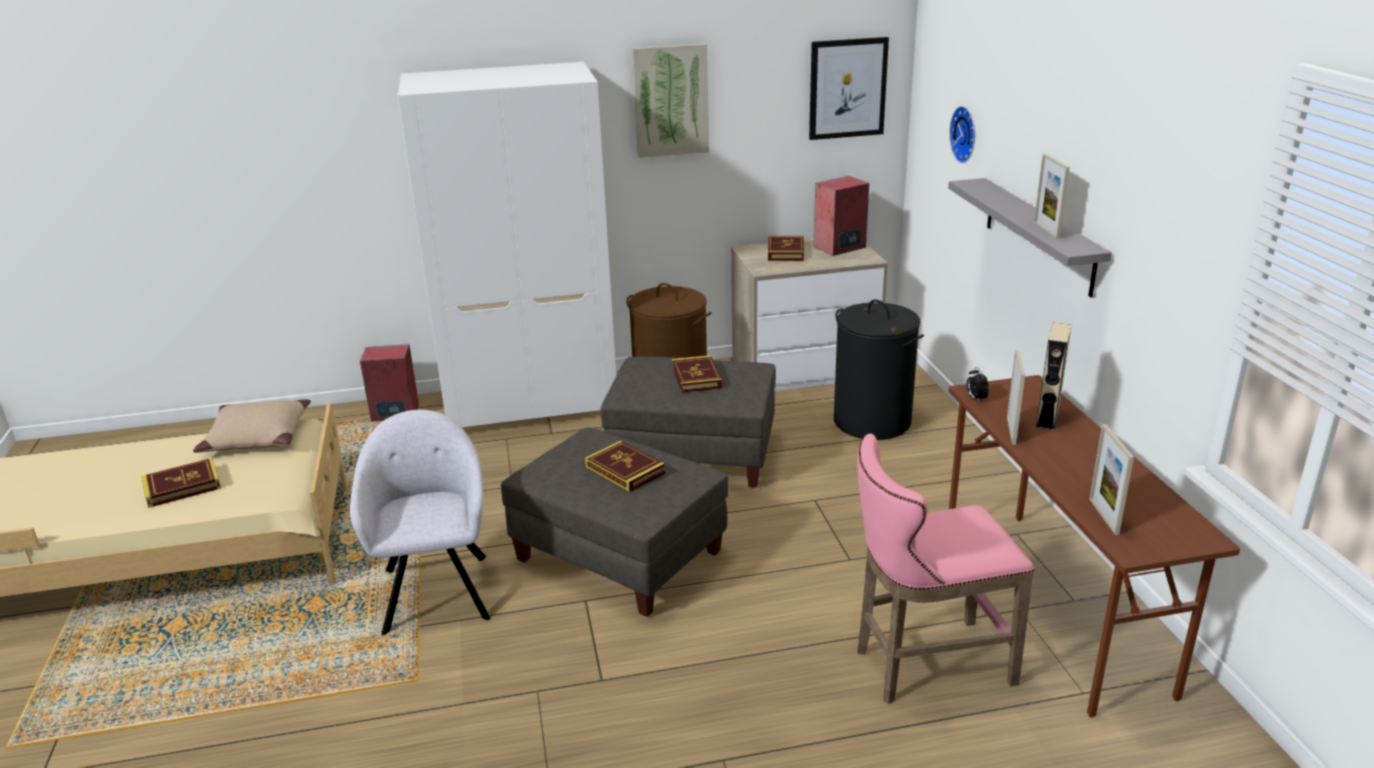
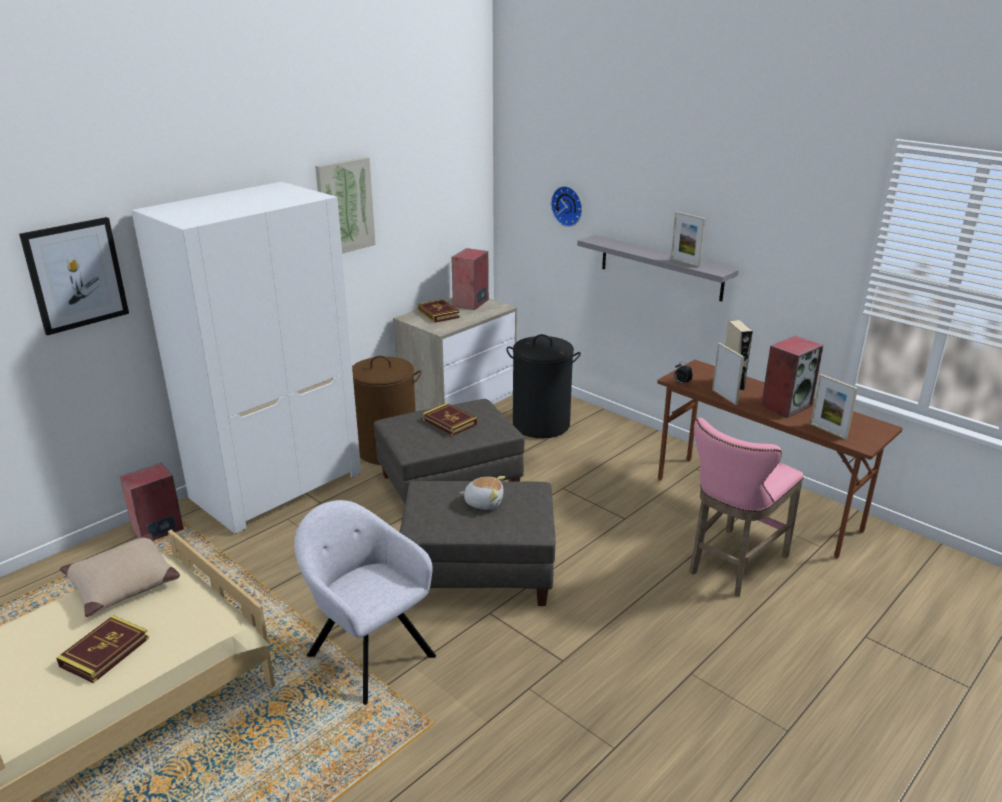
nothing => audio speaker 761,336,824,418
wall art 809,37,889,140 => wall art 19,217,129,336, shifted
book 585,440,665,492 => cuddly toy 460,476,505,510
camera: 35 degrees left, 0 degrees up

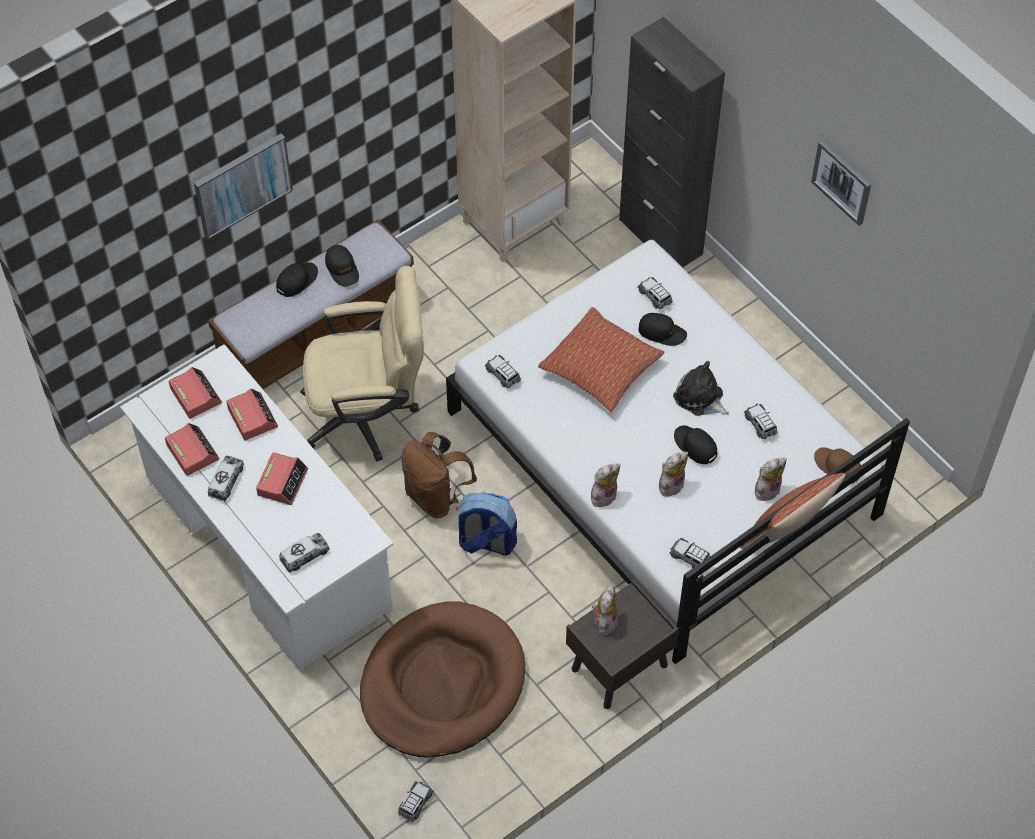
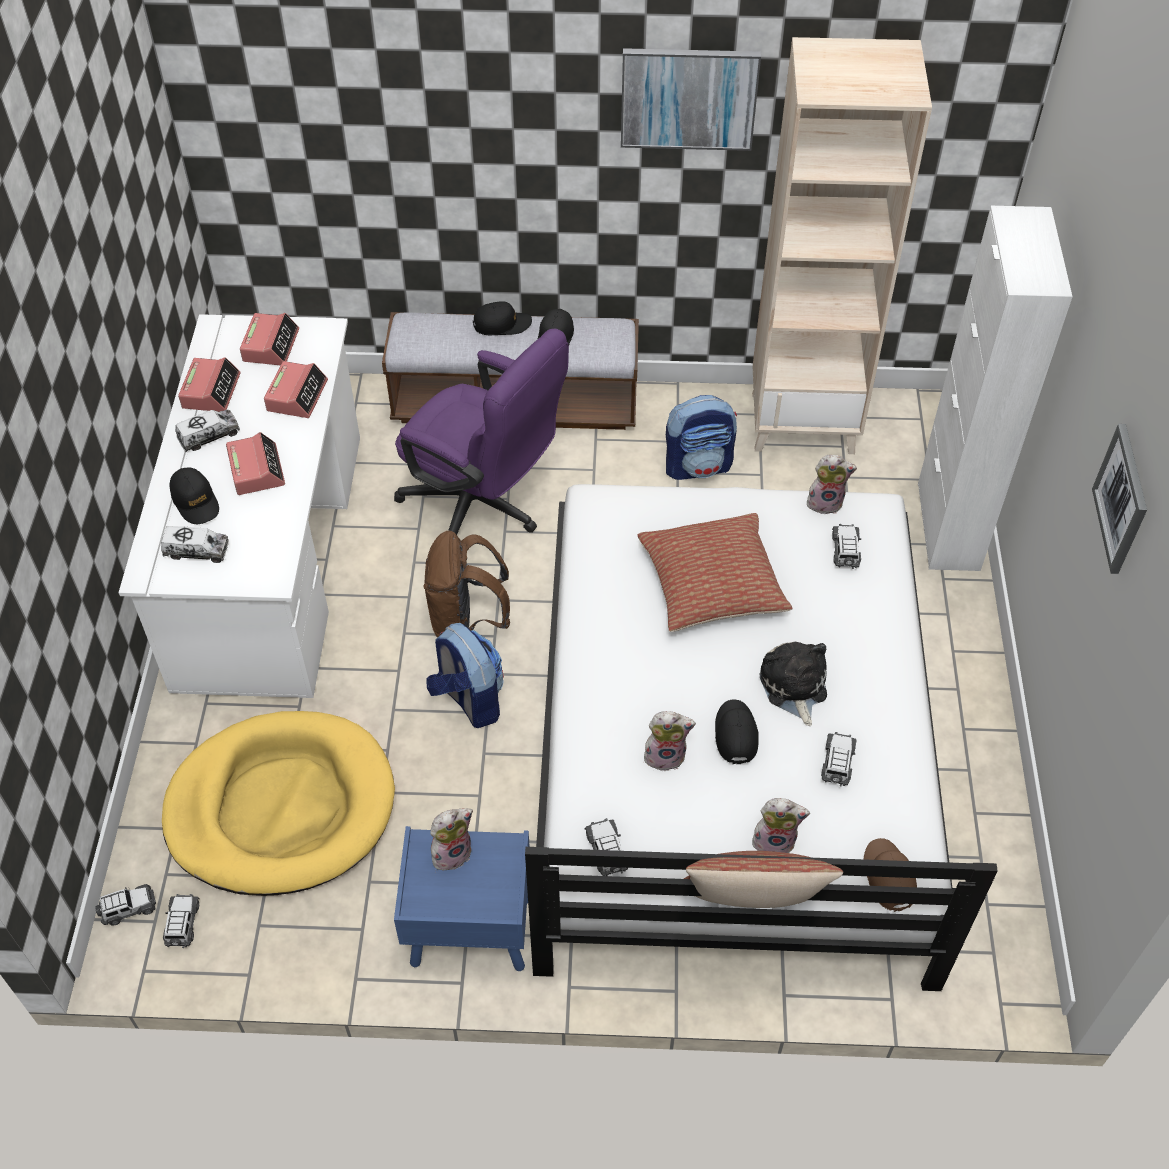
nothing => rucksack 666,395,737,480
wall art 194,133,293,240 => wall art 621,48,761,151, shifted
miniature car 485,355,521,388 => miniature car 163,894,200,948, shifted
cuddly toy 591,463,621,507 => cuddly toy 807,455,857,514, shifted
baseball cap in black 638,313,687,346 => baseball cap in black 170,468,219,524, shifted
office chair in beige-coloured 300,266,424,462 => office chair in purple 394,329,569,535
pet bed in brown-coloured 360,601,525,758 => pet bed in yellow 162,711,395,896
nightstand in brown-coloured 566,579,679,709 => nightstand in blue-coloured 394,826,530,971
cabinet in black 619,17,725,267 => cabinet in white-coloured 918,206,1073,571
alarm clock 256,452,308,505 => alarm clock 226,432,285,495, 75 degrees counterclockwise
camera: 40 degrees right, 5 degrees down

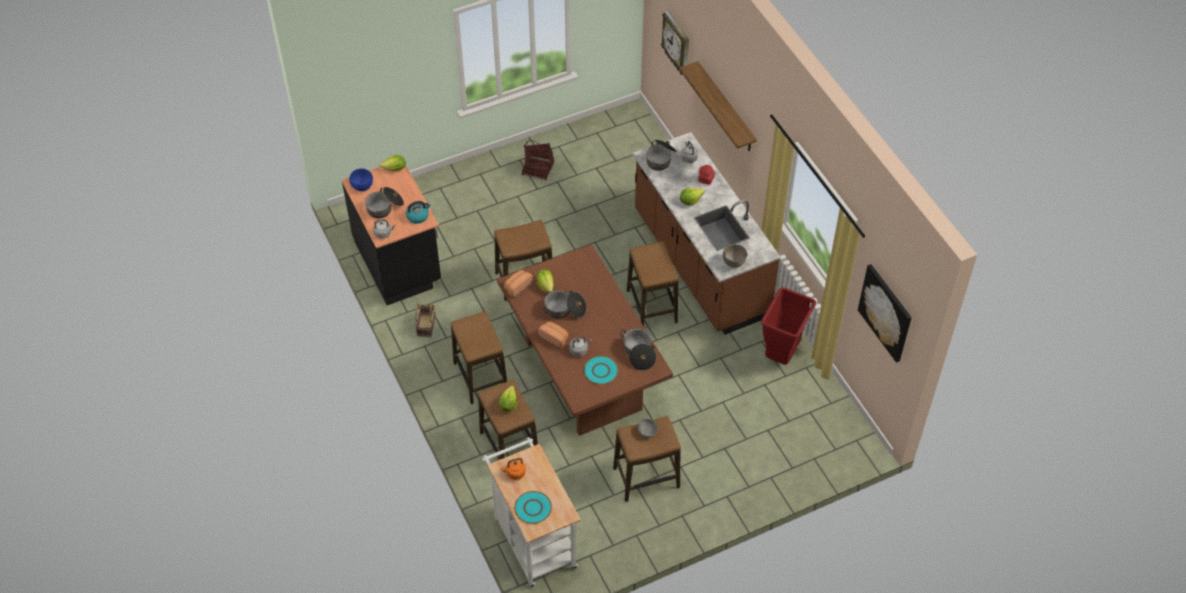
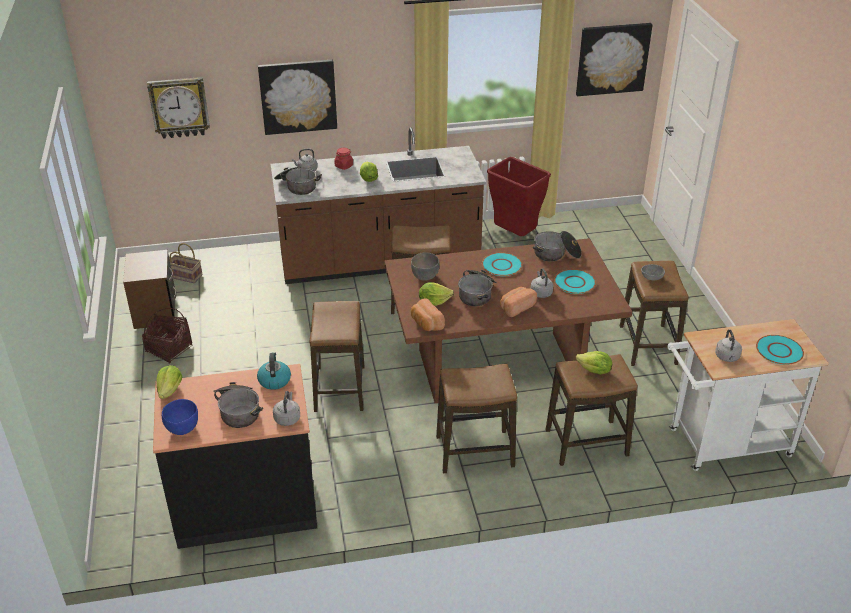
nothing => nightstand in brown-coloured 123,250,177,329
nothing => flat dish in turquoise 482,253,522,276
basket 415,303,436,337 => basket 169,243,203,283, shifted
bowl in greyish 723,244,747,268 => bowl in greyish 411,252,440,281, shifted
wall shelf 679,61,757,151 => wall art 258,60,337,135
kettle in orange 500,458,526,480 => kettle in greyish 715,329,742,362
camera: 75 degrees left, 15 degrees down

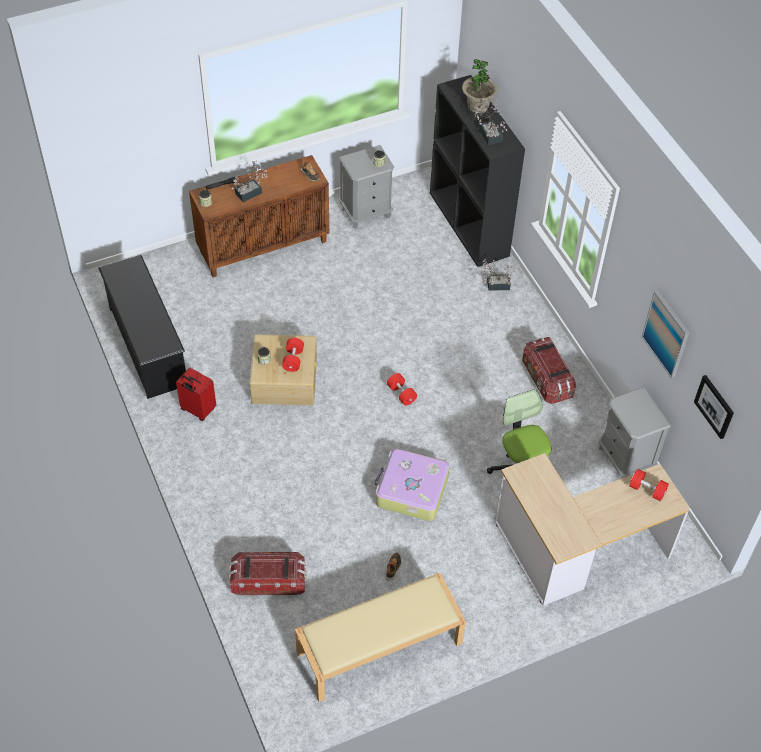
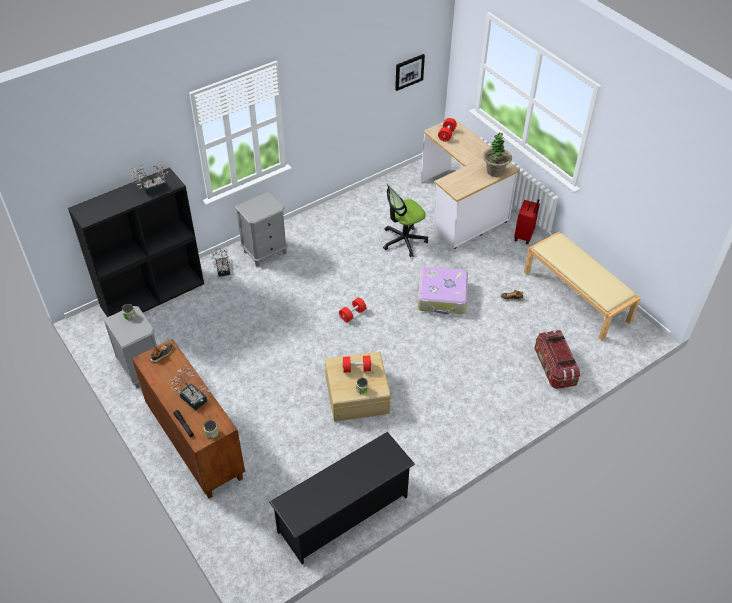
storage container 522,337,576,404 => nothing
wall art 642,291,690,378 => nothing
suitcase in red 176,367,216,421 => suitcase in red 514,199,540,245, shifted
houseplant 462,59,498,113 => houseplant 483,132,512,177, shifted
nightstand in greyish 598,387,671,479 => nightstand in greyish 235,192,288,267, shifted
camera: 100 degrees left, 5 degrees down

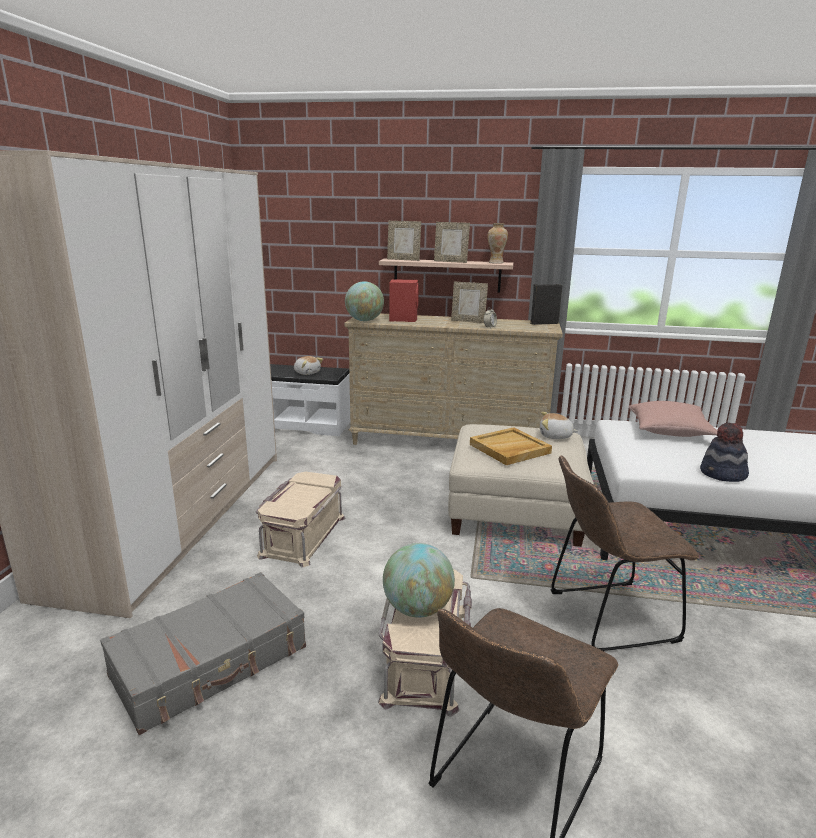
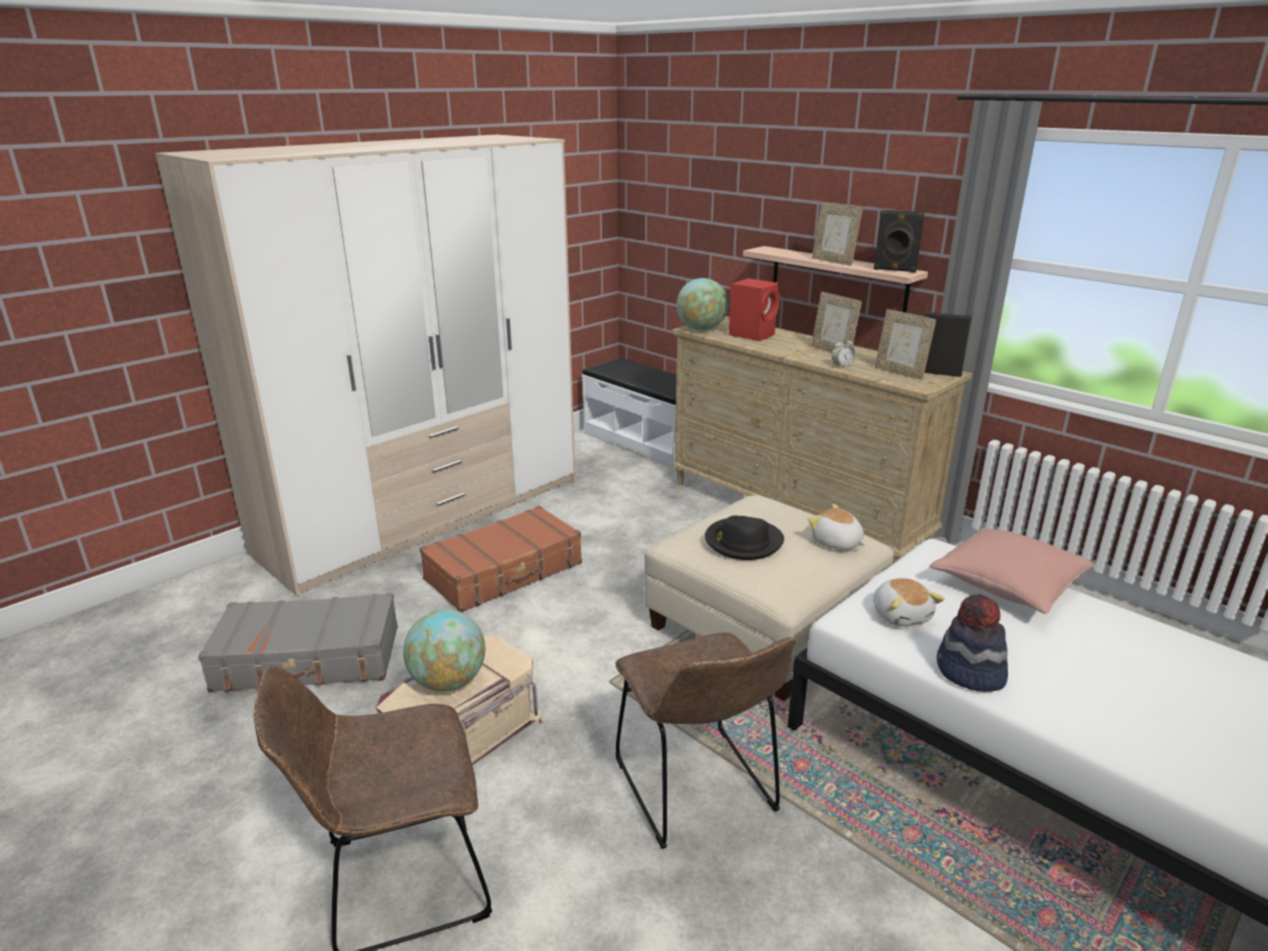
cuddly toy 294,356,323,375 => cuddly toy 873,578,945,627, shifted
standing frame 387,221,421,261 => standing frame 875,309,936,380, shifted
storage container in beige-coloured 256,472,345,567 => suitcase in brown-coloured 419,506,582,612
serving tray in beige-coloured 470,427,552,465 => hat in black 705,515,784,560
vase 487,223,508,264 => audio speaker in black 873,210,925,273
chair in brown-coloured 550,455,699,651 => chair in brown-coloured 615,632,795,849, 135 degrees counterclockwise
camera: 35 degrees right, 5 degrees up

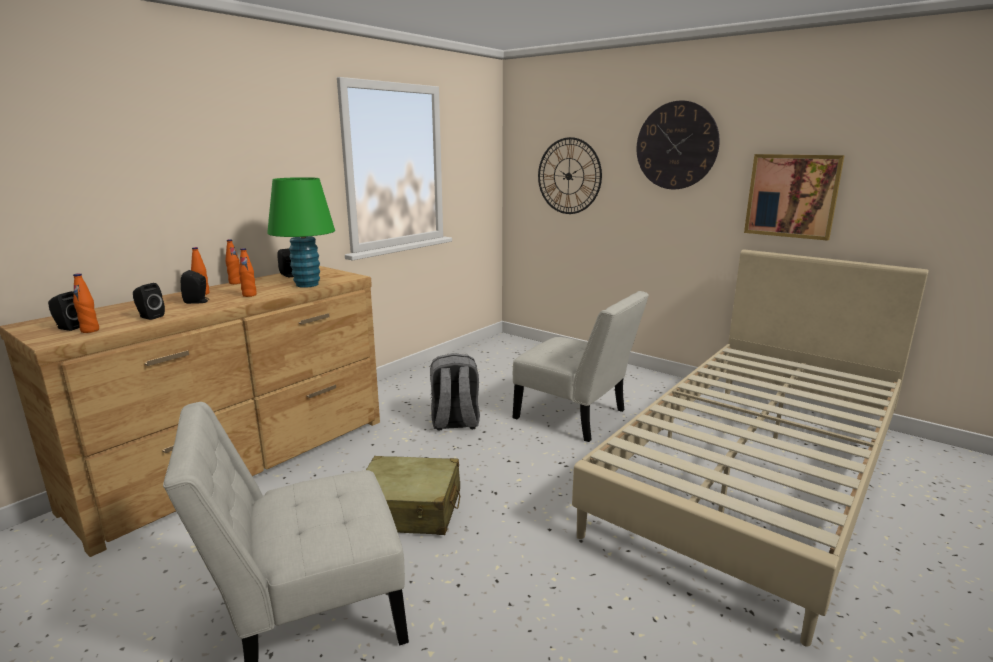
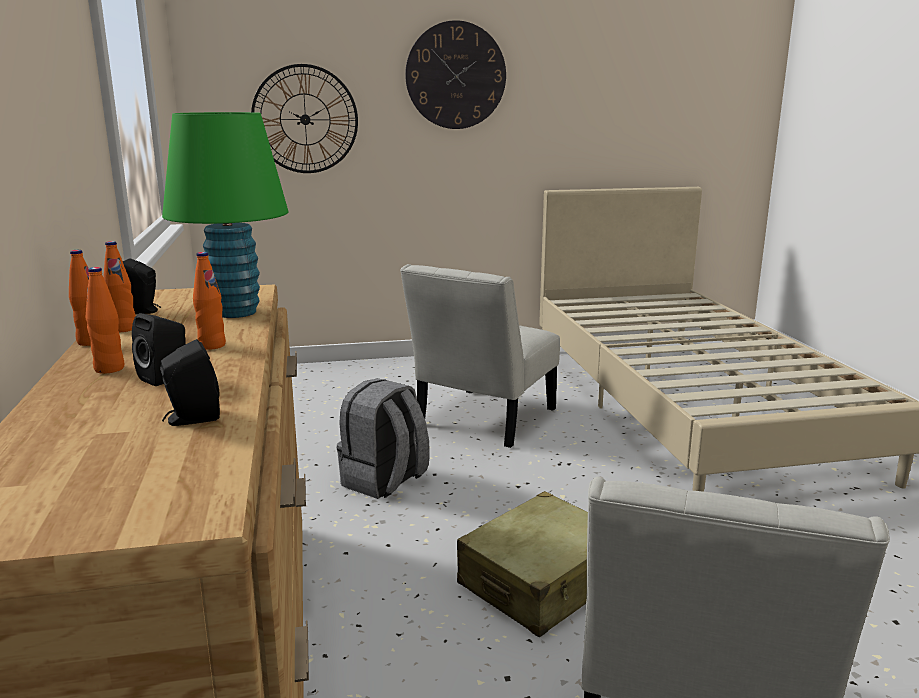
audio speaker in black 48,291,79,331 => nothing
wall art 744,154,845,241 => nothing
bottle in orange 73,273,99,333 => bottle in orange 103,241,136,332, shifted
chair in white-coloured 512,291,649,442 => chair in white-coloured 400,264,560,448, 135 degrees clockwise
camera: 50 degrees left, 0 degrees up

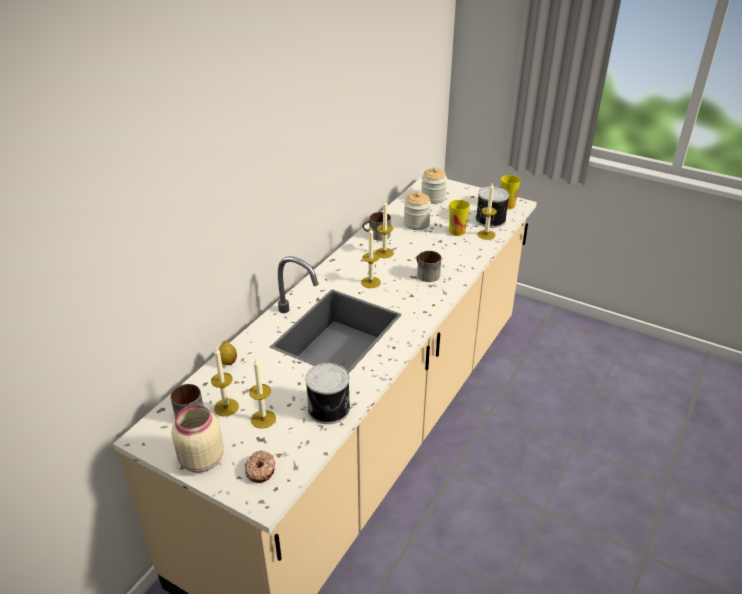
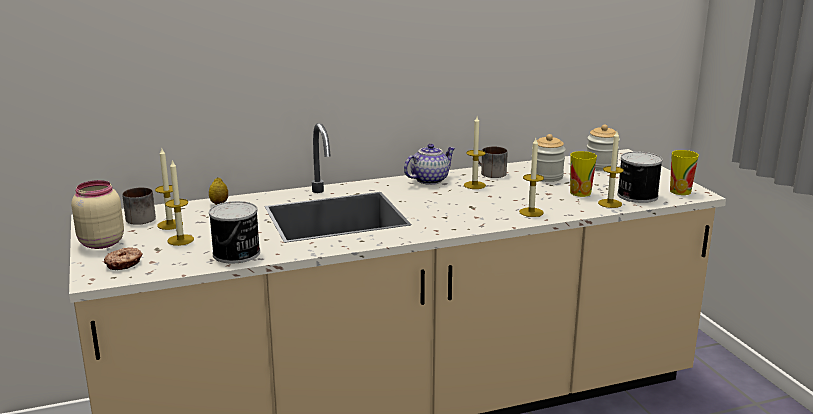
tea mug 416,251,441,282 => nothing
nothing => pot for tea 404,144,455,185
wax light 361,228,381,288 => wax light 519,138,544,217, shifted
camera: 40 degrees right, 15 degrees down

